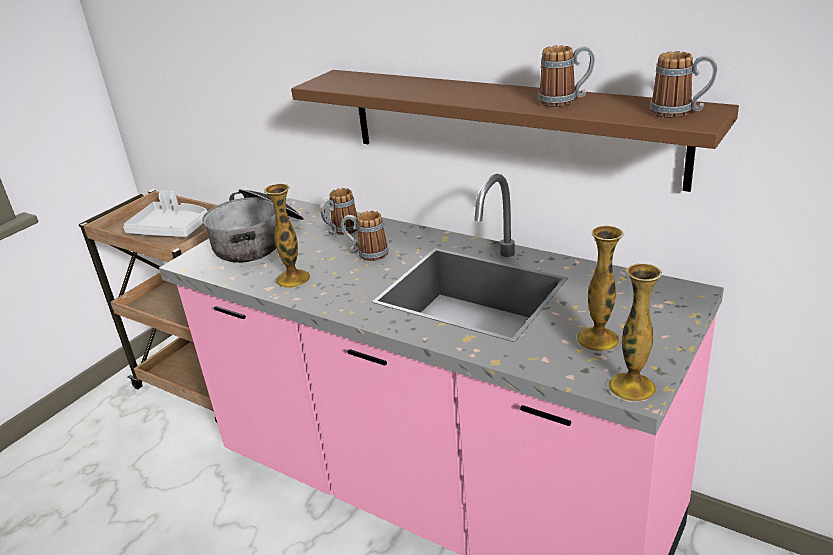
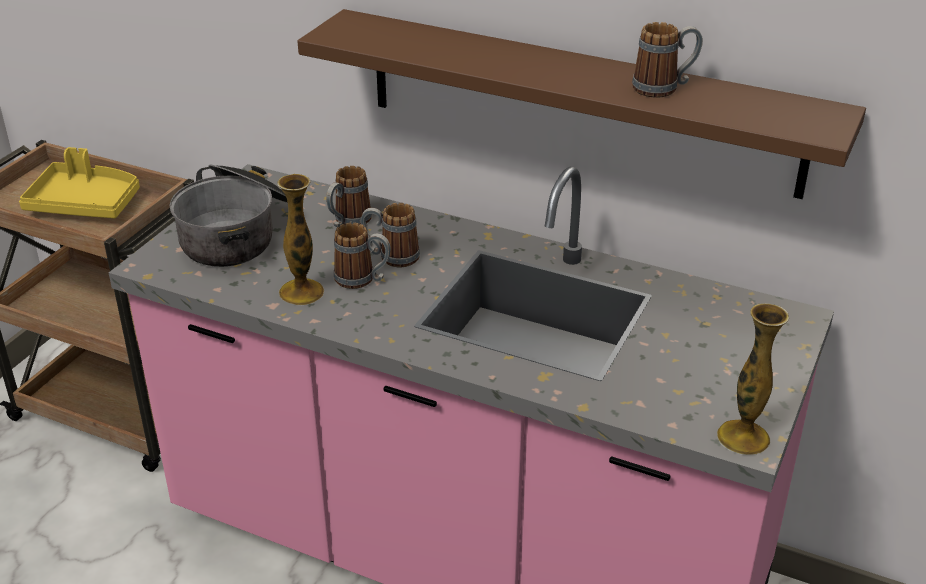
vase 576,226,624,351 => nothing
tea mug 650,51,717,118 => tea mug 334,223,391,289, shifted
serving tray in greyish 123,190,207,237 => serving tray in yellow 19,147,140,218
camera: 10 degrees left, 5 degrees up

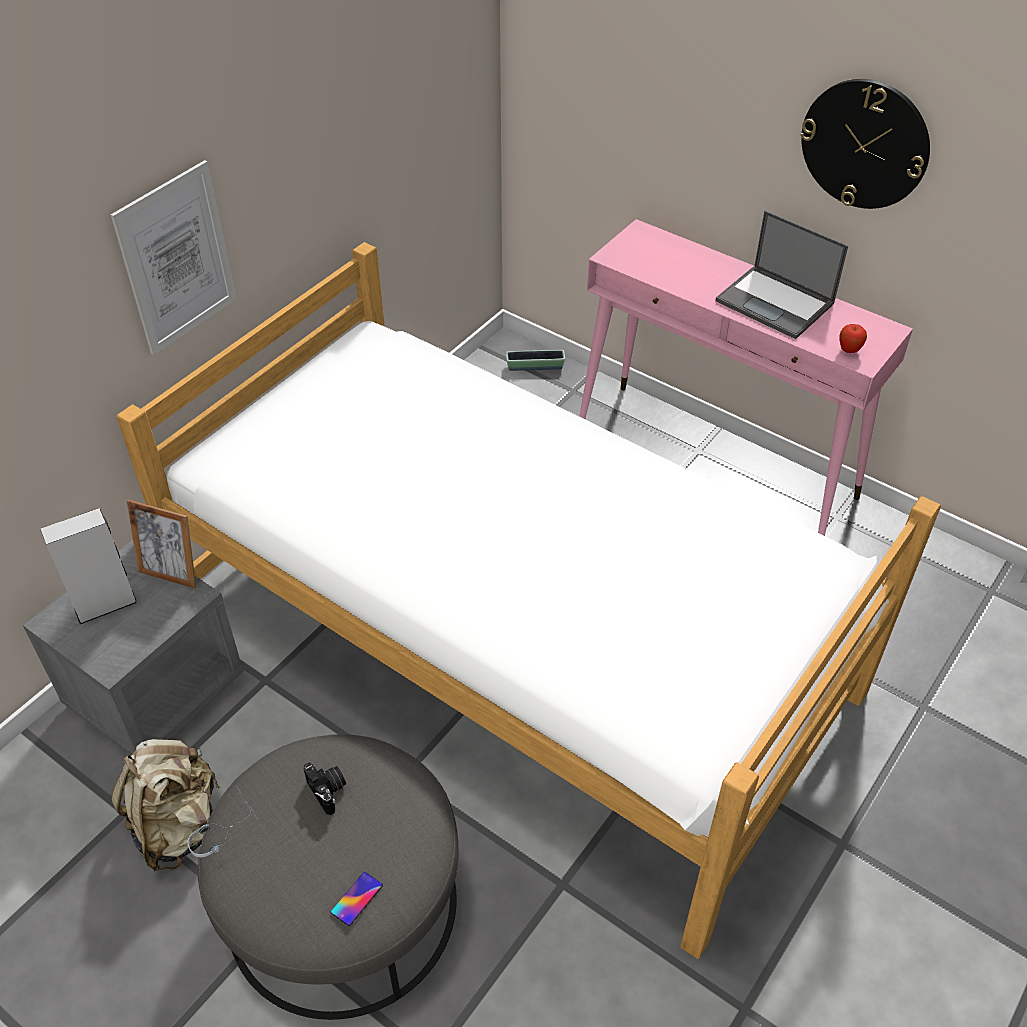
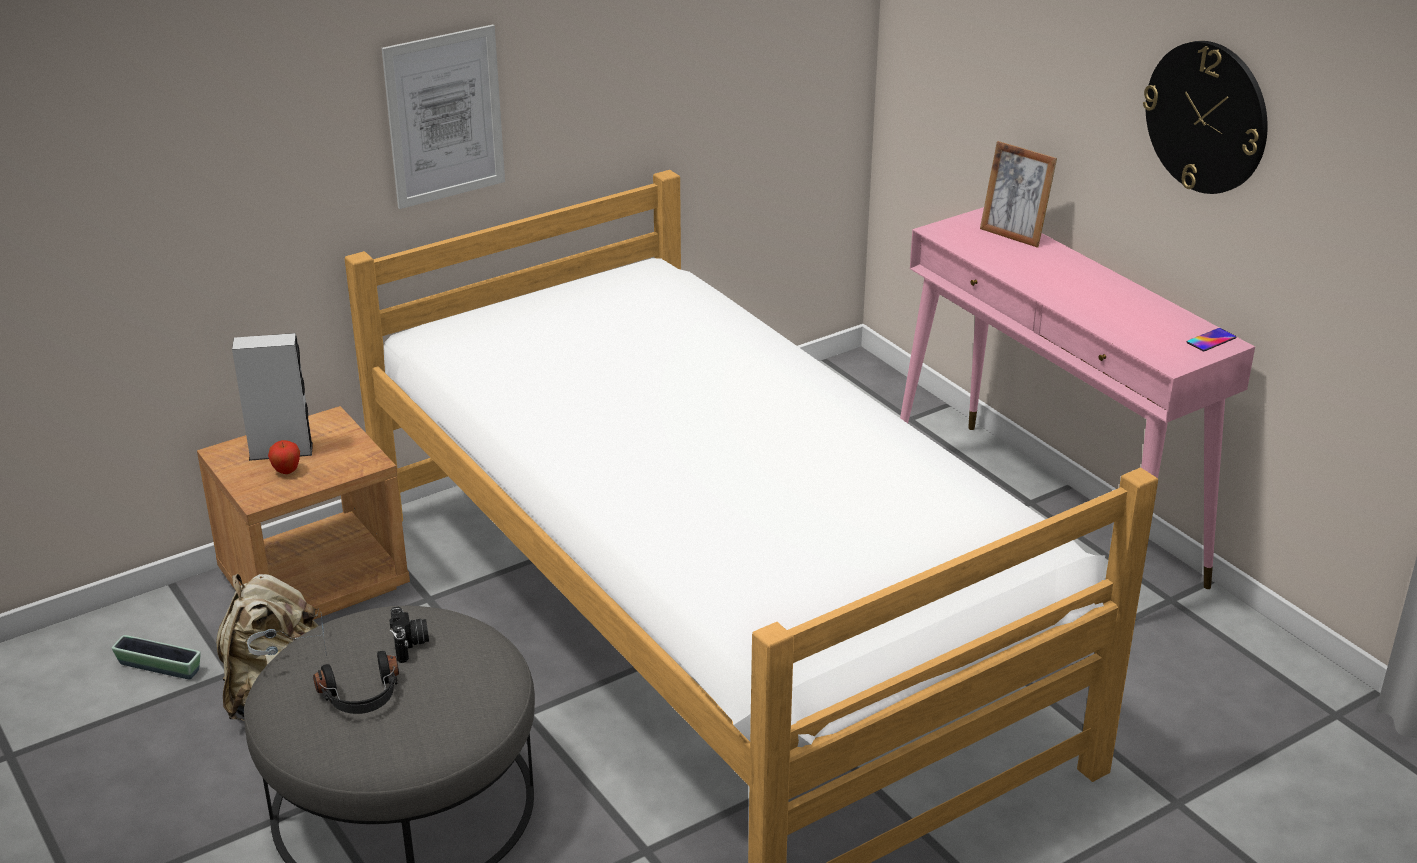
notebook computer 715,211,848,339 => nothing
nothing => headset in black 313,651,399,714
standing frame 127,499,196,588 => standing frame 980,141,1057,247, shifted
phone 331,872,383,926 => phone 1186,328,1237,351, shifted
planter 506,350,565,371 => planter 112,635,201,680, shifted
apple 839,324,867,353 => apple 268,440,300,474, shifted
nightstand in greyish 23,540,244,755 => nightstand in brown-coloured 197,406,410,620
camera: 20 degrees right, 15 degrees down

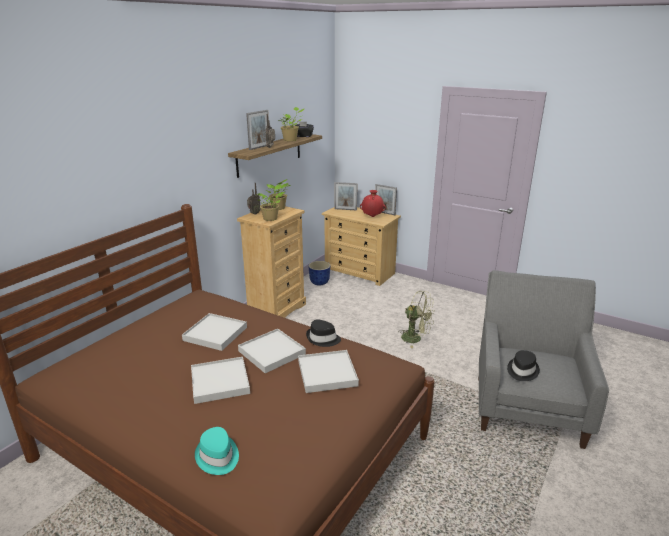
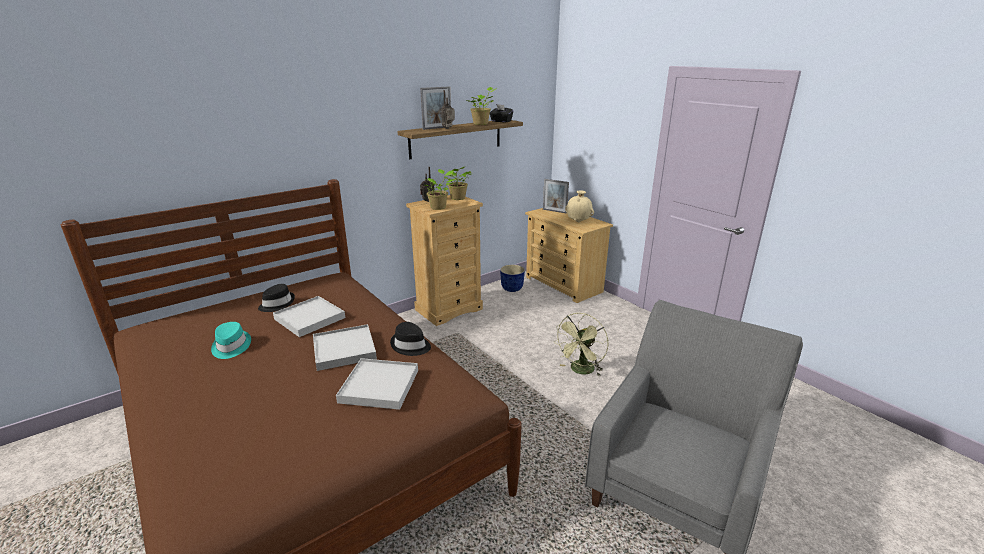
serving tray in white-coloured 191,357,250,404 => nothing
standing frame 375,184,397,215 => nothing
hat in turquoise 195,427,239,475 => hat in turquoise 211,322,251,359, shifted
hat in black 507,350,540,381 => hat in black 258,284,295,312, shifted
vase in red 360,190,386,217 => vase in beige-coloured 565,190,594,222
electric fan in greenish 399,291,435,348 => electric fan in greenish 554,313,608,376, 75 degrees clockwise
camera: 20 degrees right, 0 degrees up

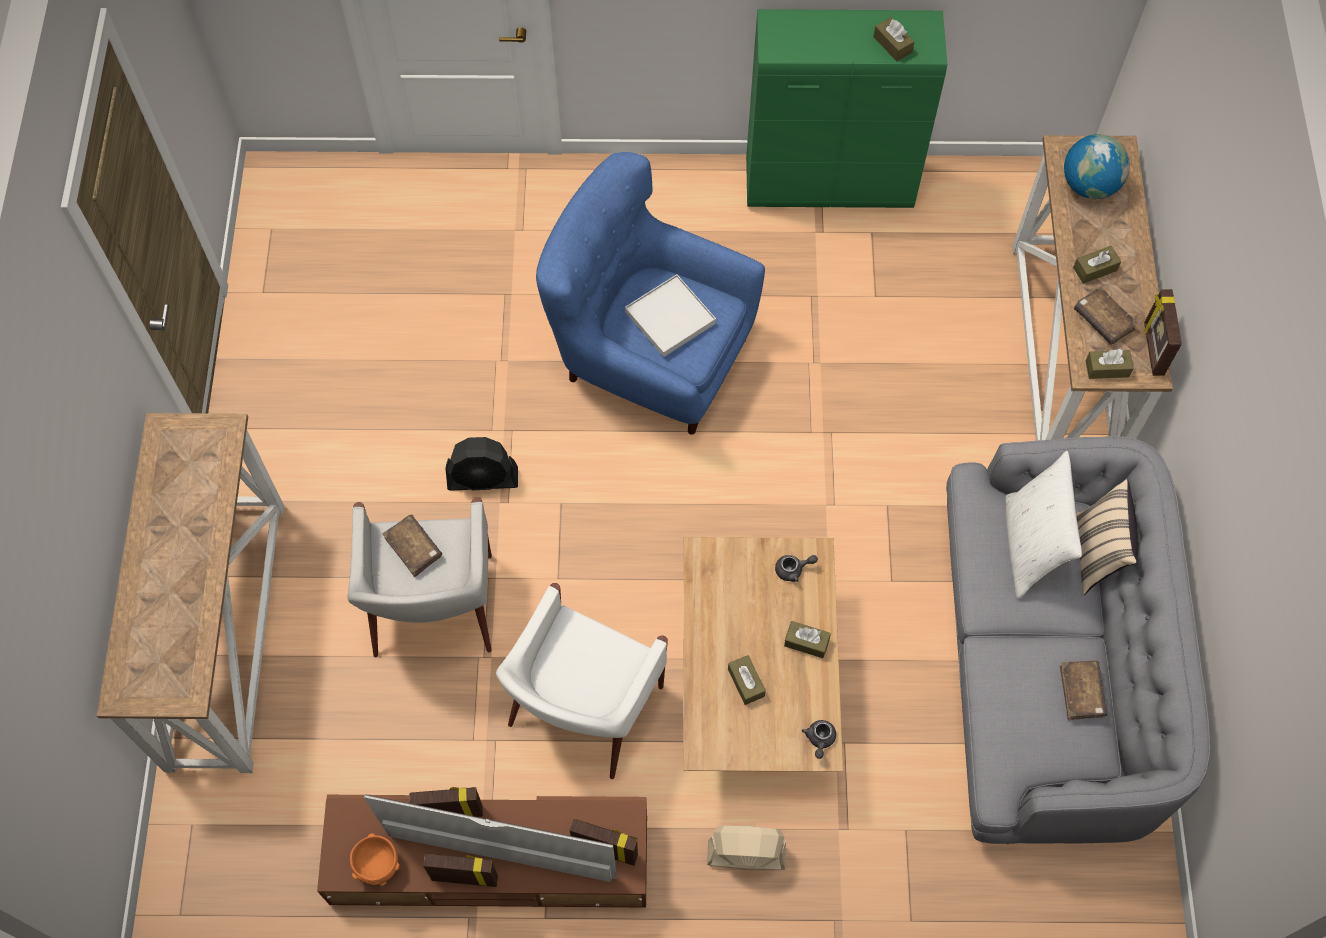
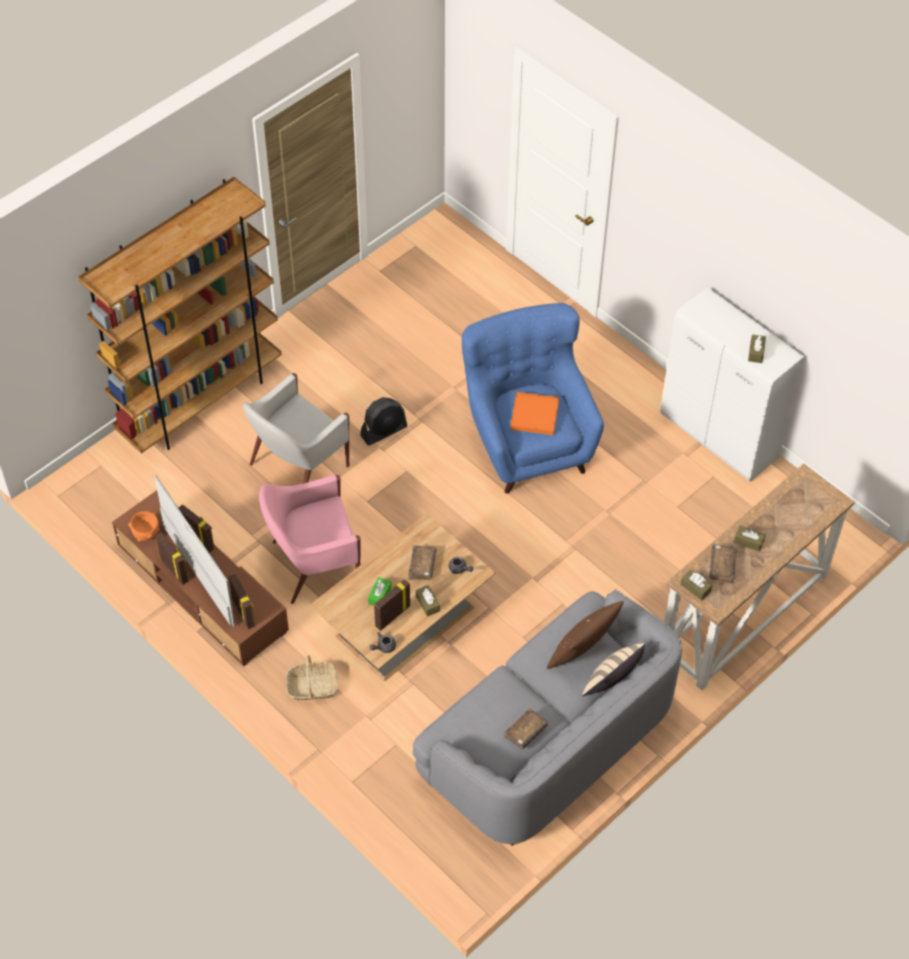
globe 1064,134,1130,199 => nothing
book in brown-coloured 382,515,442,577 => book in brown-coloured 408,545,437,580, shifted
standing frame 1144,289,1182,376 => standing frame 374,579,410,631, shifted
narrow table 97,413,284,773 => bookshelf in brown-coloured 78,177,282,454
electric fan in beige-coloured 707,825,786,870 => basket 285,655,338,700
easy chair in white-coloured 496,583,668,779 => easy chair in pink 259,474,361,604
serving tray in white-coloured 625,274,716,357 => serving tray in orange 510,392,559,435
box of tissues in brown-coloured 728,655,766,705 => box of tissues in greenish 368,577,392,606
cabinet in greenish 746,9,947,208 => cabinet in white-coloured 660,287,804,482
cushion in white-coloured 1005,451,1082,599 => cushion in brown-coloured 547,601,624,669
electric fan in black 445,437,518,491 => electric fan in black 360,397,407,446, 75 degrees counterclockwise
camera: 45 degrees right, 10 degrees down

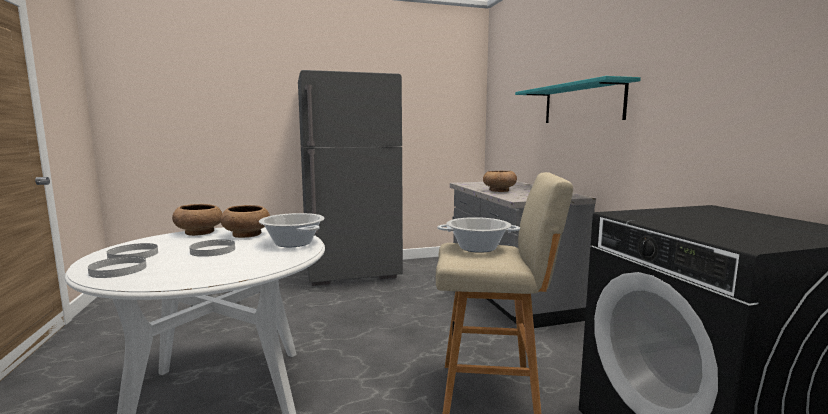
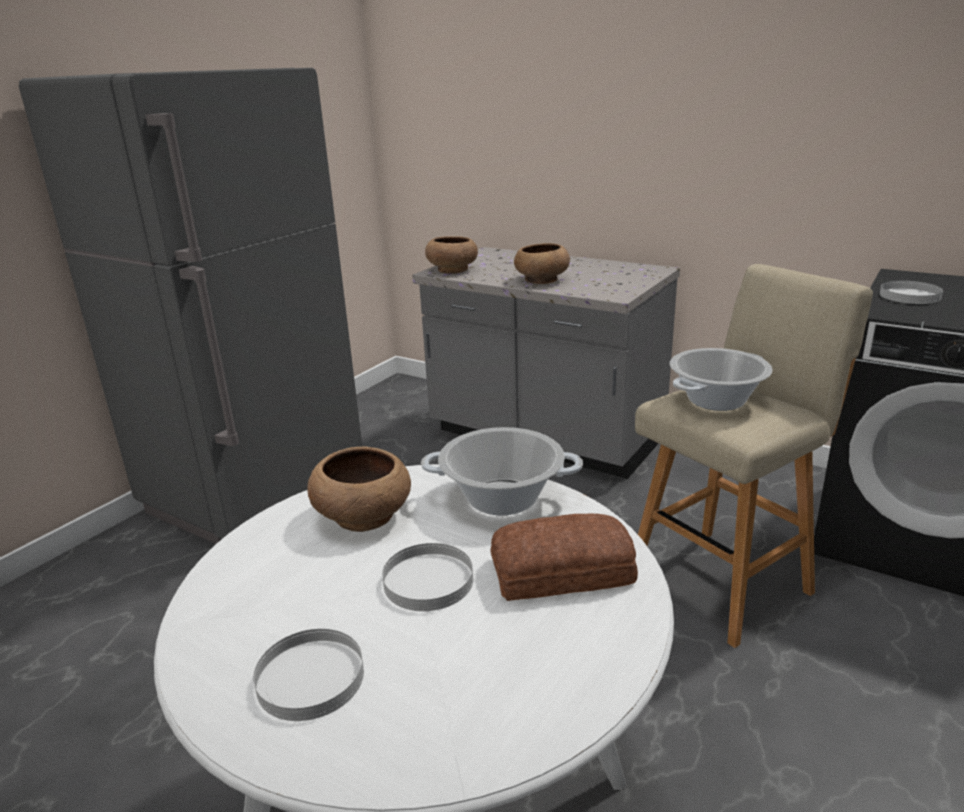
wall shelf in turquoise 515,76,641,123 => nothing
nothing => bakery bread 490,514,638,601
flat dish in white-coloured 88,256,147,278 => flat dish in white-coloured 880,280,943,304, shifted
bowl in brown-coloured 172,204,222,236 => bowl in brown-coloured 425,236,478,274, shifted
camera: 40 degrees left, 15 degrees up

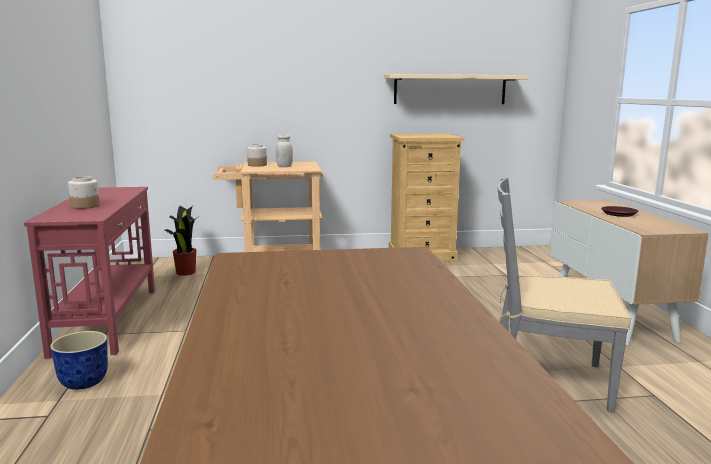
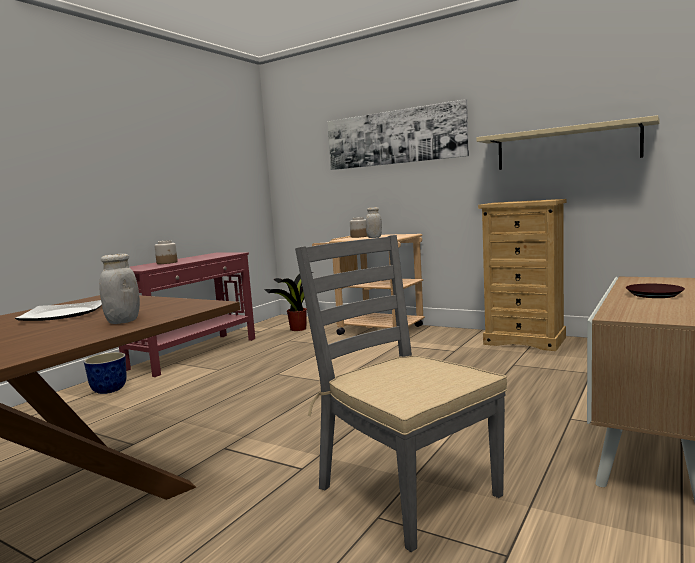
nothing => flat dish 15,300,102,321
nothing => preserve jar in white-coloured 99,254,140,324
nothing => wall art 328,99,469,170
camera: 40 degrees right, 5 degrees down

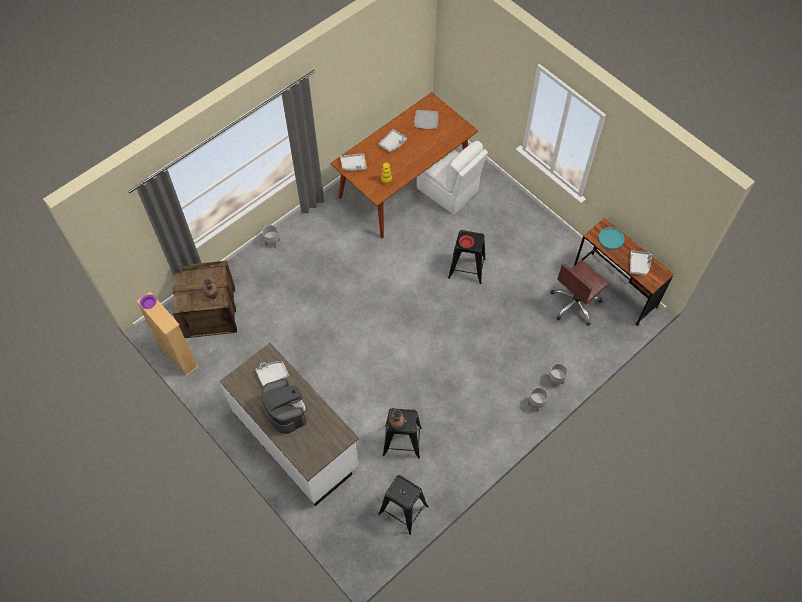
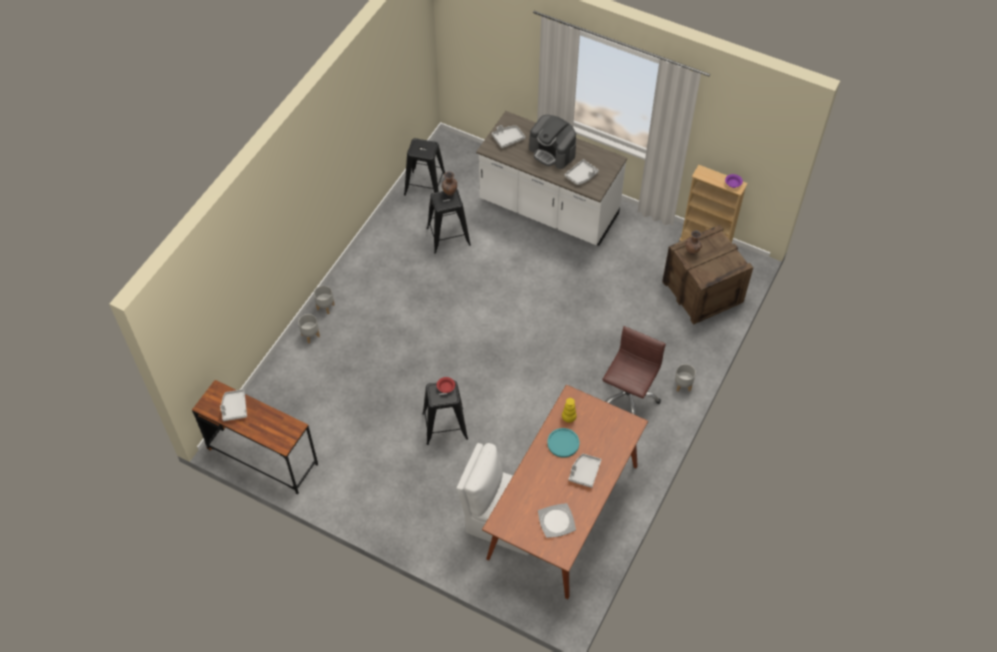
serving tray in greyish 340,153,367,171 => serving tray in greyish 492,125,525,148, shifted
office chair in brown-coloured 550,260,609,326 => office chair in brown-coloured 603,326,666,415, shifted
flat dish in turquoise 598,227,624,250 => flat dish in turquoise 547,428,579,458, shifted
camera: 160 degrees right, 5 degrees down

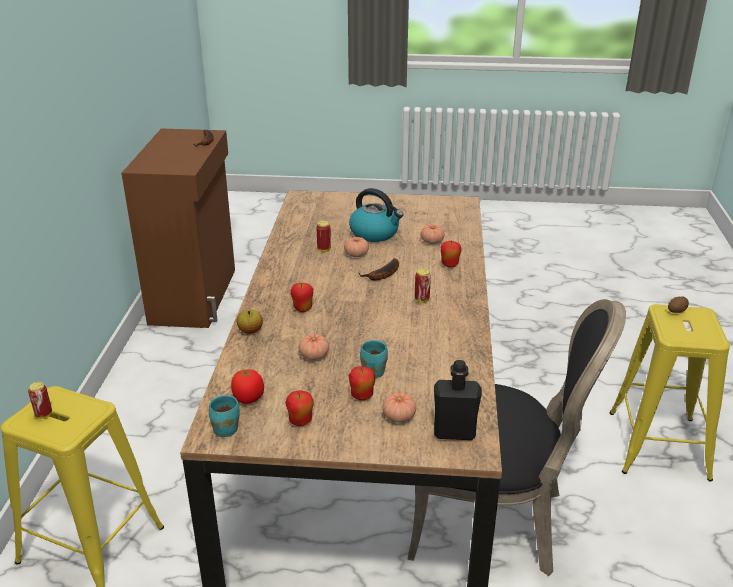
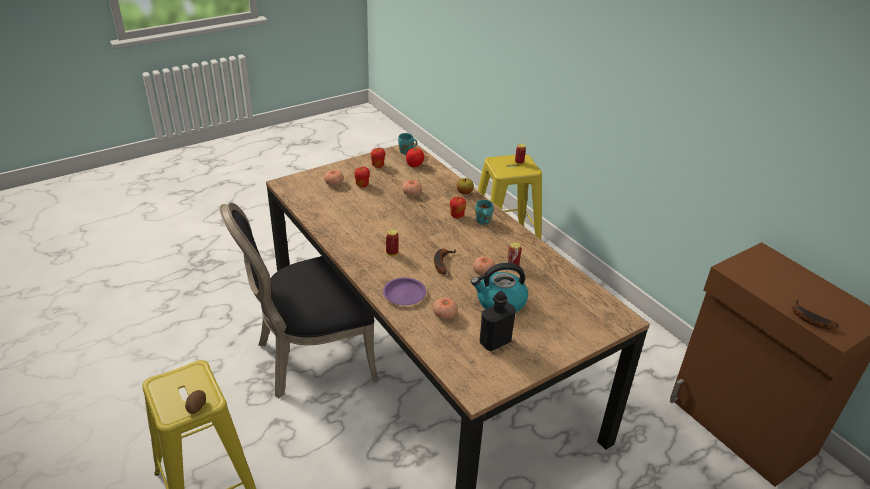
tea mug in turquoise 360,340,388,378 => tea mug in turquoise 475,200,493,225, shifted
bottle in black 434,360,482,440 => bottle in black 480,291,516,351, shifted
apple 441,240,462,268 => flat dish in purple 383,278,426,305
camera: 140 degrees right, 5 degrees up

